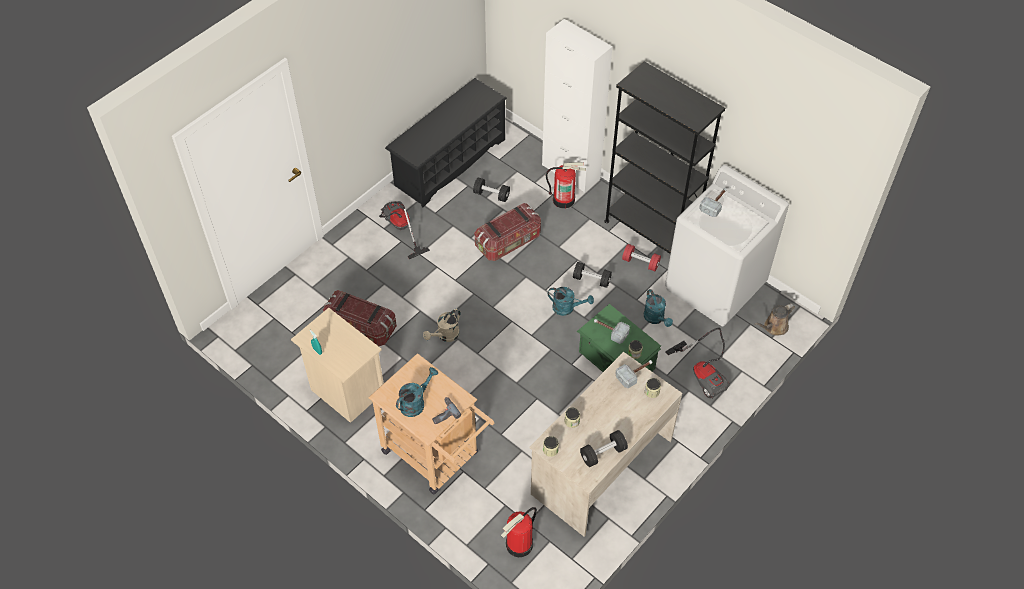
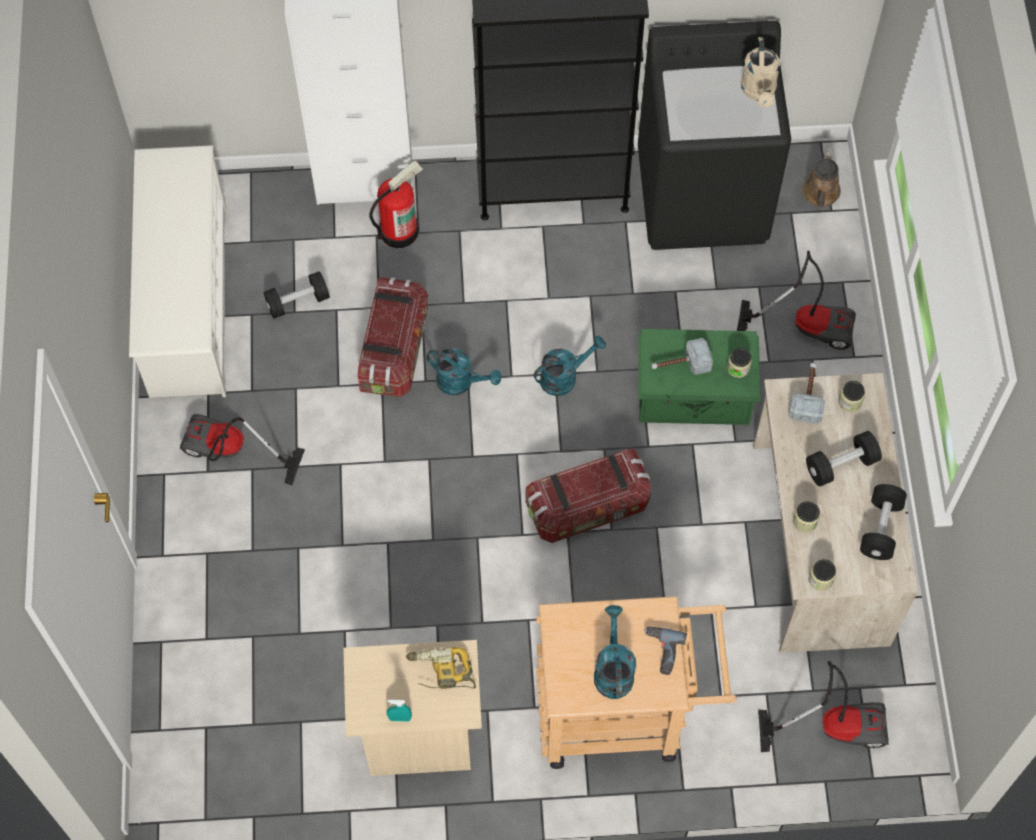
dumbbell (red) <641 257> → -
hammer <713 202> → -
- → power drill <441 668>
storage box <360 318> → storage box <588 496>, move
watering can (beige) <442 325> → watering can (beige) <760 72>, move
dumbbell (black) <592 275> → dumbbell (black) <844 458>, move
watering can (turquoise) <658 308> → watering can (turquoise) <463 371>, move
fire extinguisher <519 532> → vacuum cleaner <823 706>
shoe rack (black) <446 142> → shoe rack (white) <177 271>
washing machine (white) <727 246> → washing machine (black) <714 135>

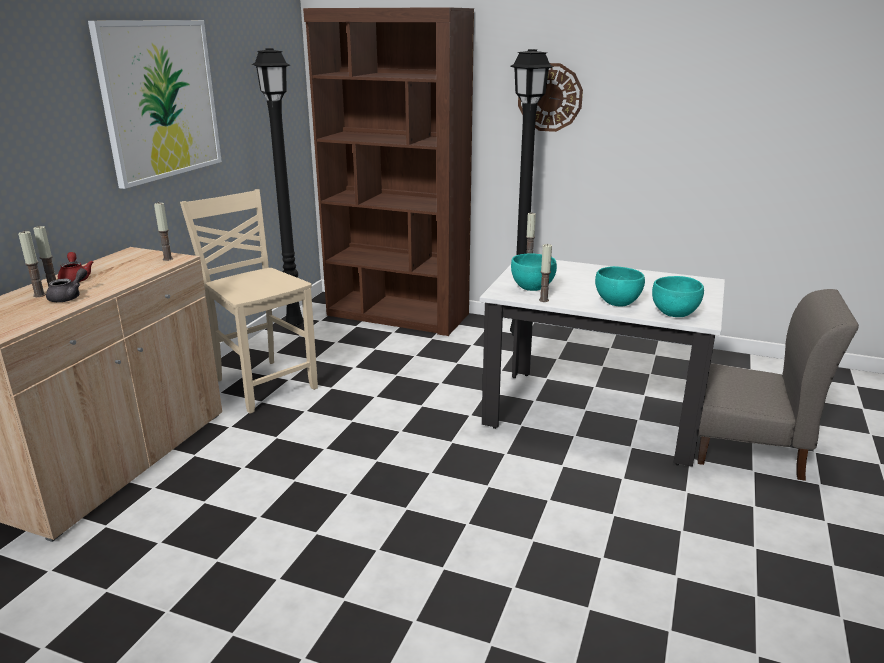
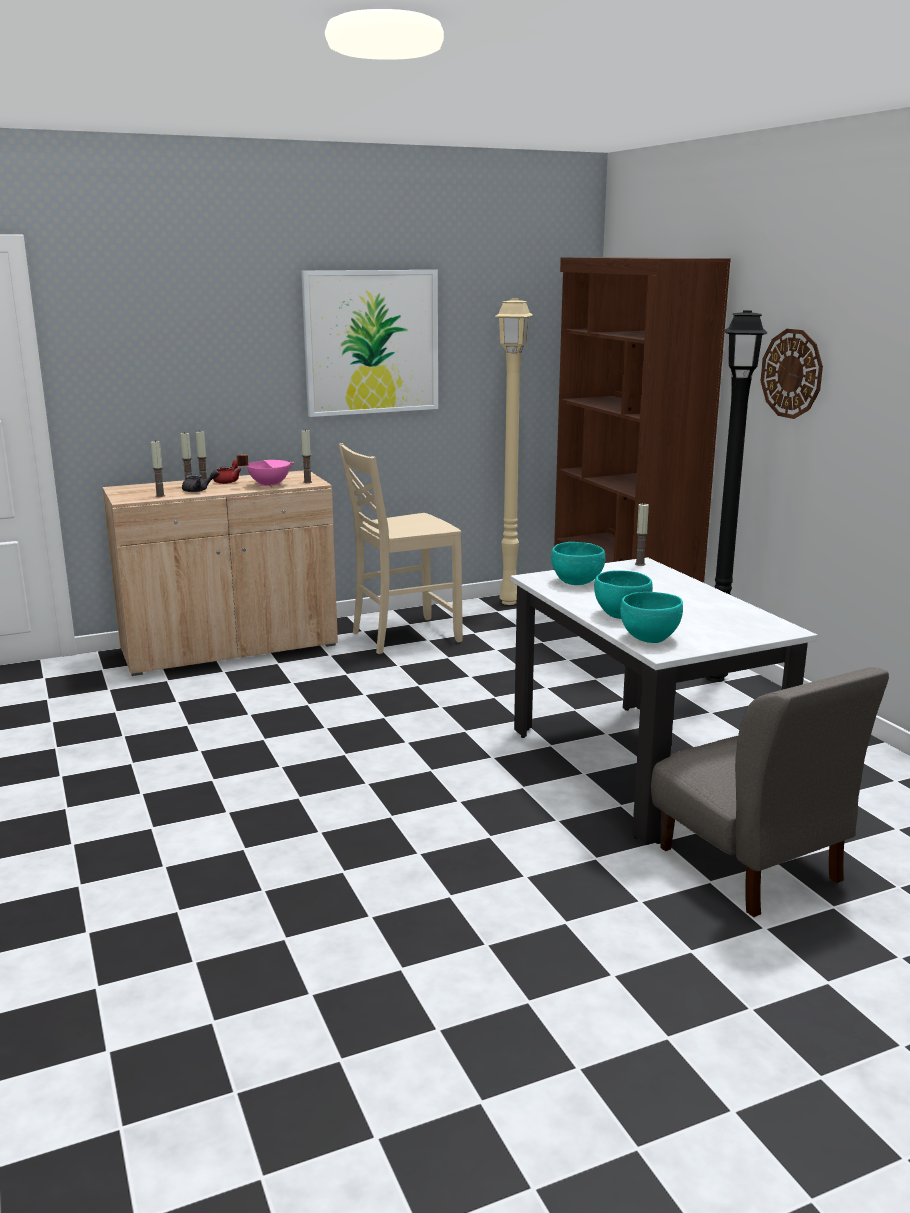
- → cooking pot (pink) <265 471>
candle <545 273> → candle <158 468>, move
floor lamp (black) <277 188> → floor lamp (beige) <514 452>
chair (beige) <249 301> → chair (beige) <401 548>, 120 degrees counterclockwise

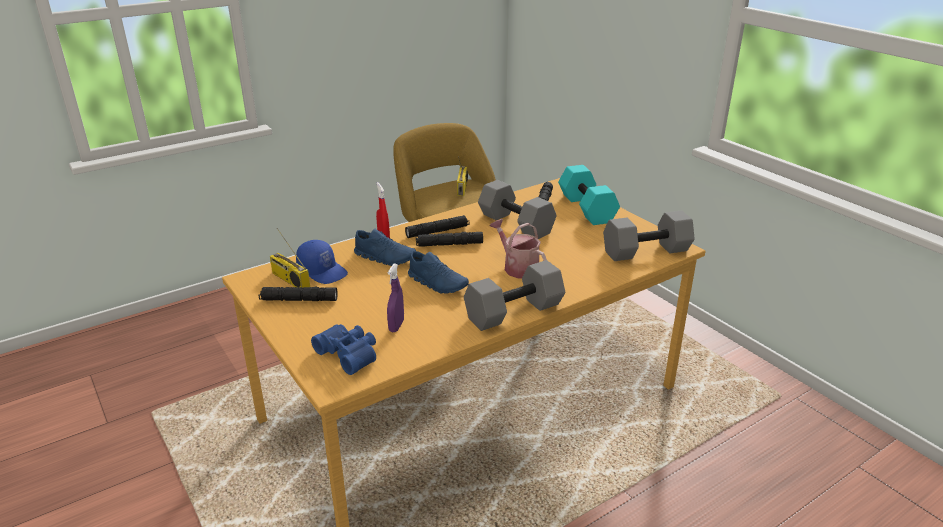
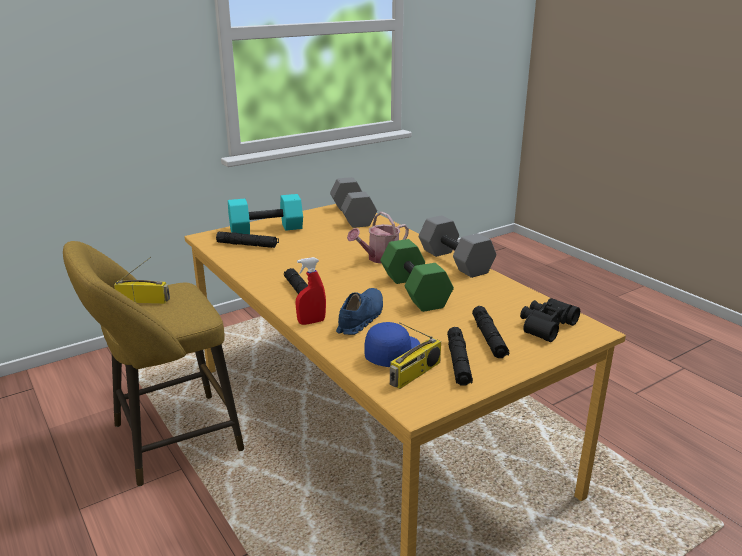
spray bottle (purple) <395 298> → -
dumbbell (grey) <517 209> → -
flashlight (black) <449 239> → flashlight (black) <490 332>, move
shoe (blue) <438 272> → dumbbell (green) <417 275>
binoculars (blue) <343 349> → binoculars (black) <550 320>

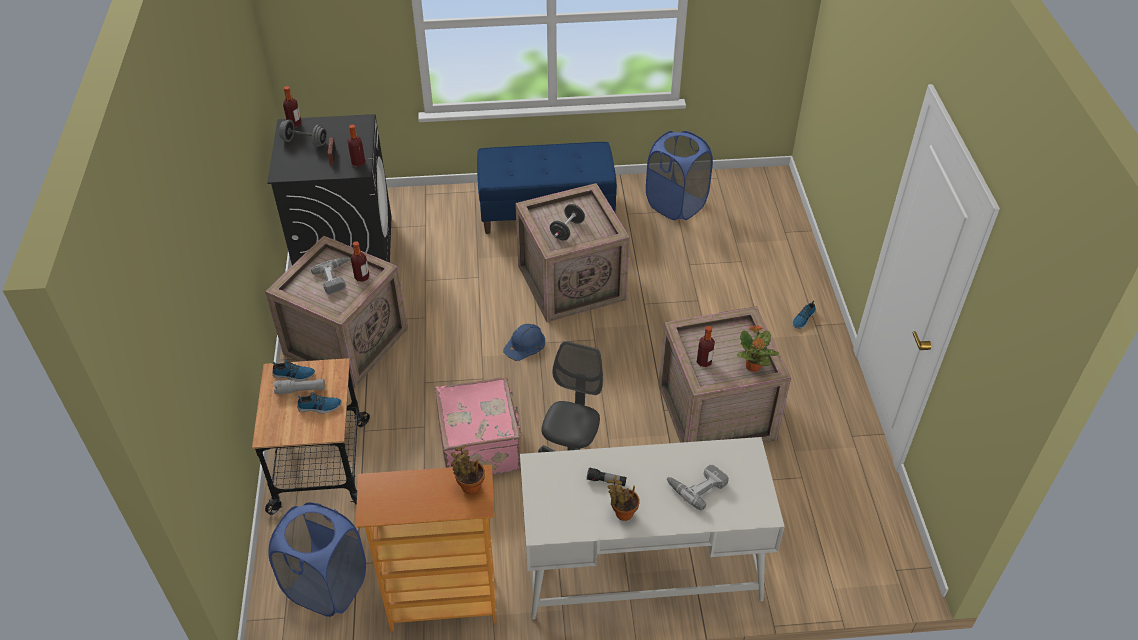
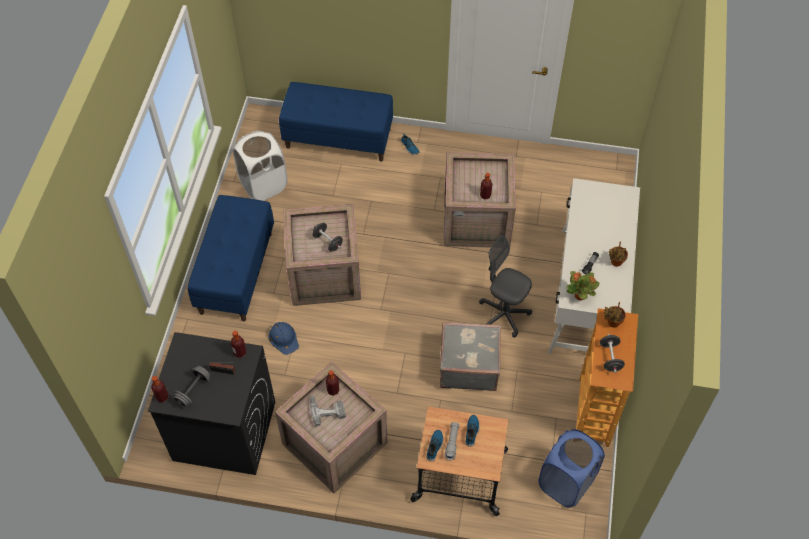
power drill <698 487> → -
- → bench (blue) <336 121>
- → dumbbell (black) <612 353>
hard hat (blue) <524 342> → hard hat (blue) <283 338>, move
potted plant <758 348> → potted plant <583 285>, move
suitcase (pink) <478 426> → suitcase (grey) <470 356>
laundry basket (blue) <679 175> → laundry basket (white) <260 166>

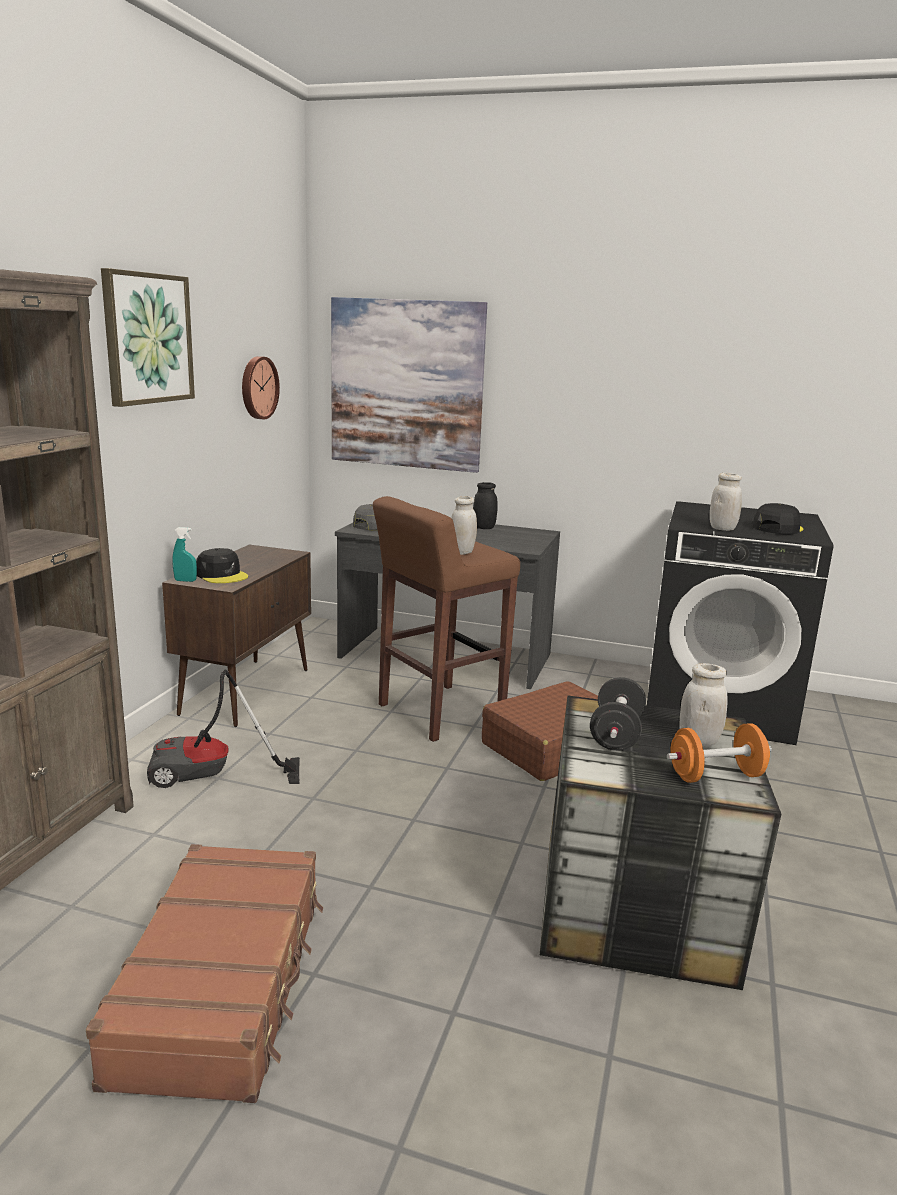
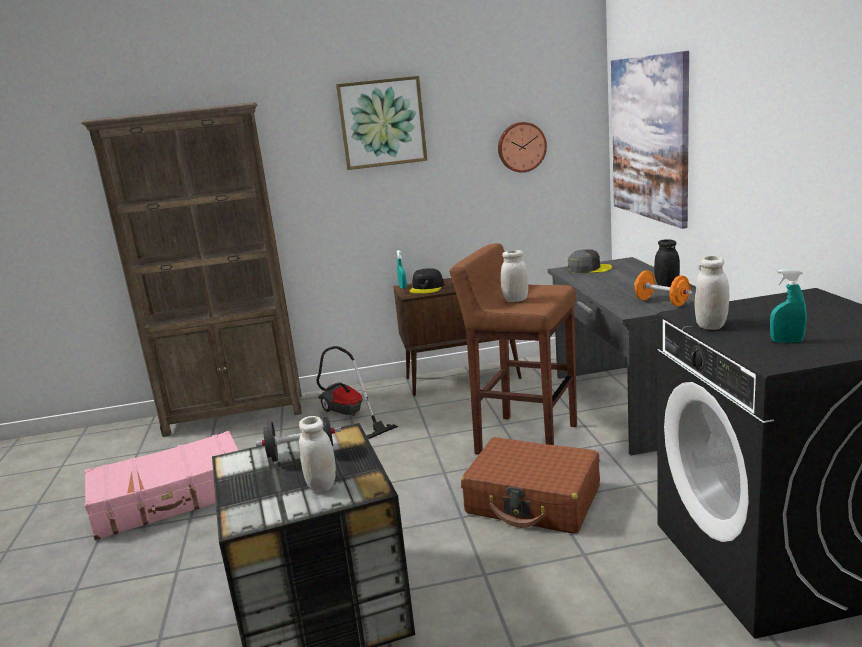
dumbbell (orange) <719 753> → dumbbell (orange) <663 288>, move
cap (black) <778 518> → spray bottle (turquoise) <788 306>
suitcase (brown) <204 973> → suitcase (pink) <162 485>

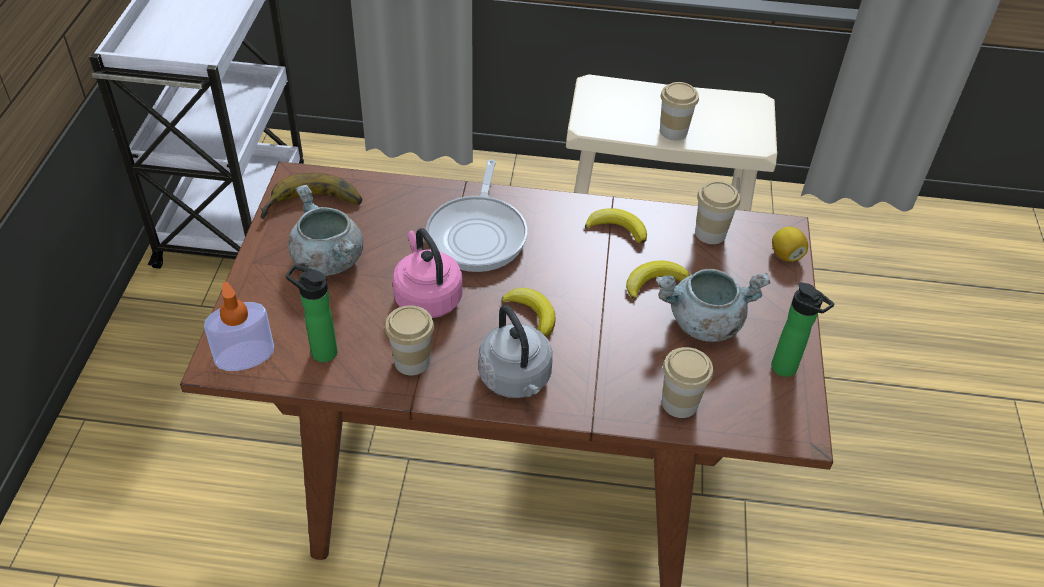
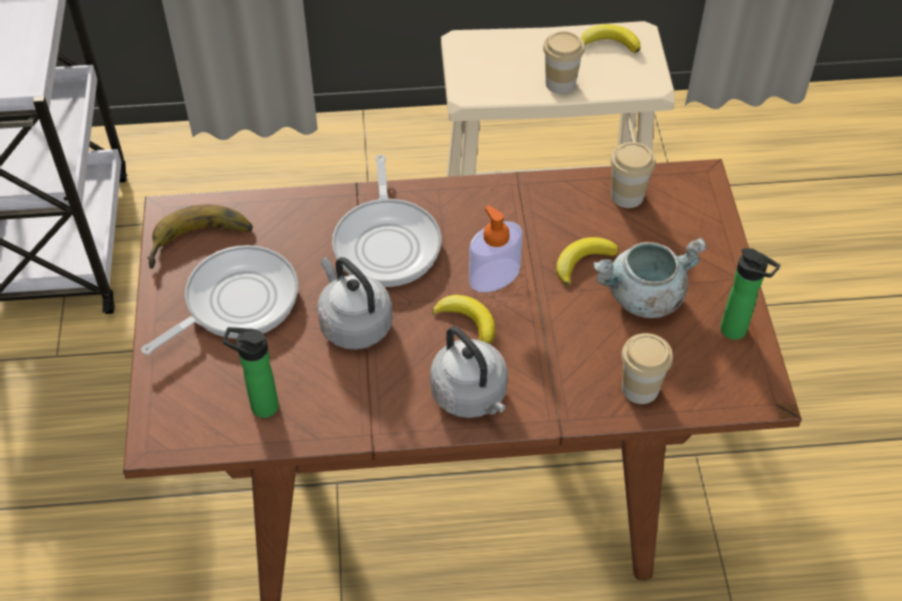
cup <409 340> → -
lemon <790 244> → -
soap dispenser <239 326> → soap dispenser <496 248>, move
banana <616 226> → banana <610 38>, move
cooking pot (grey) <325 230> → frying pan <219 300>
kettle (pink) <427 273> → kettle (grey) <355 303>

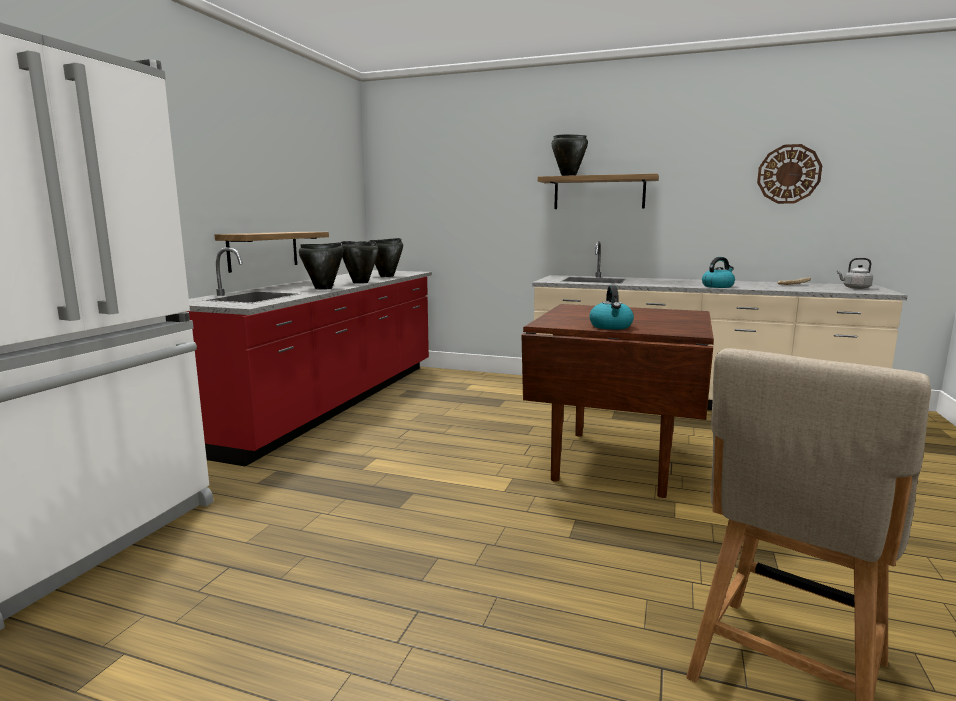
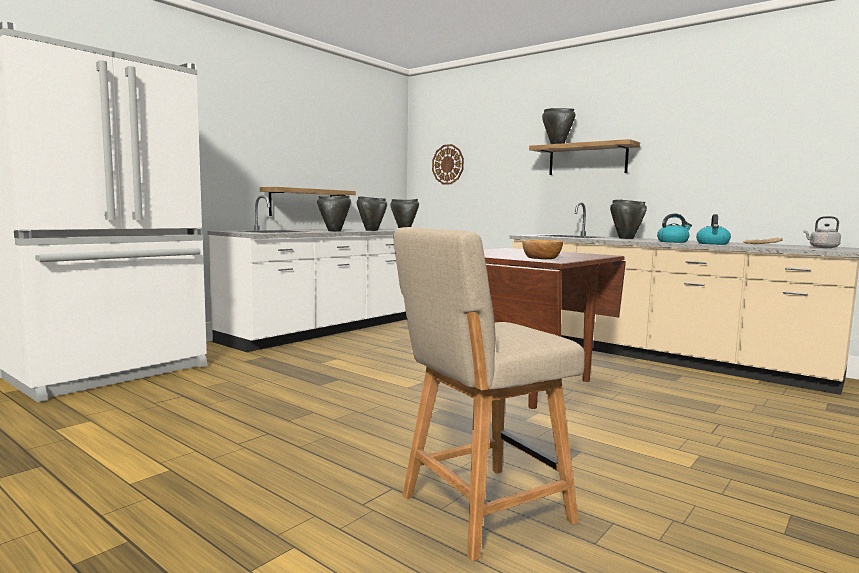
- → bowl <542 249>
- → cooking pot (black) <628 219>
kettle <611 307> → kettle <713 229>, move
wall clock <789 174> → wall clock <448 164>, move
counter (red) <310 357> → counter (white) <307 273>

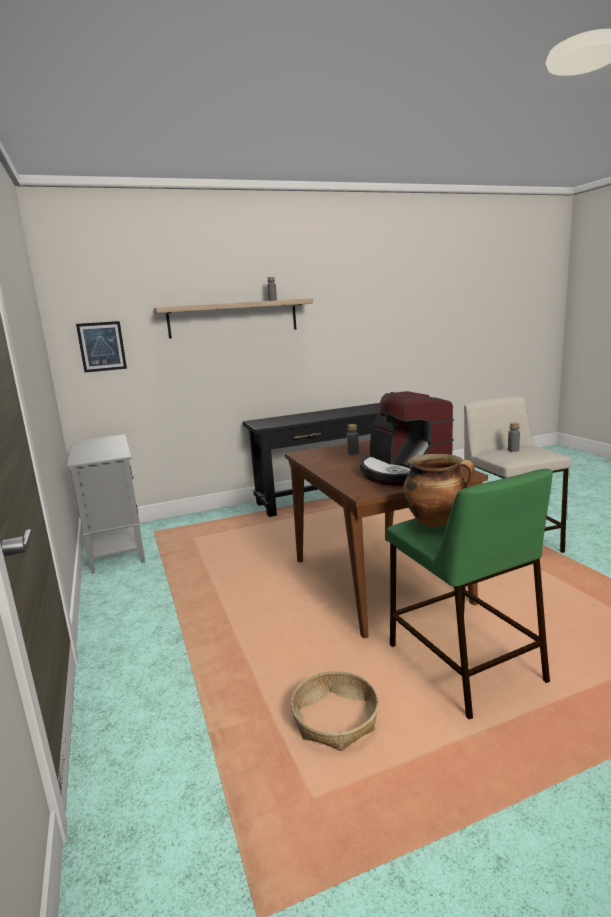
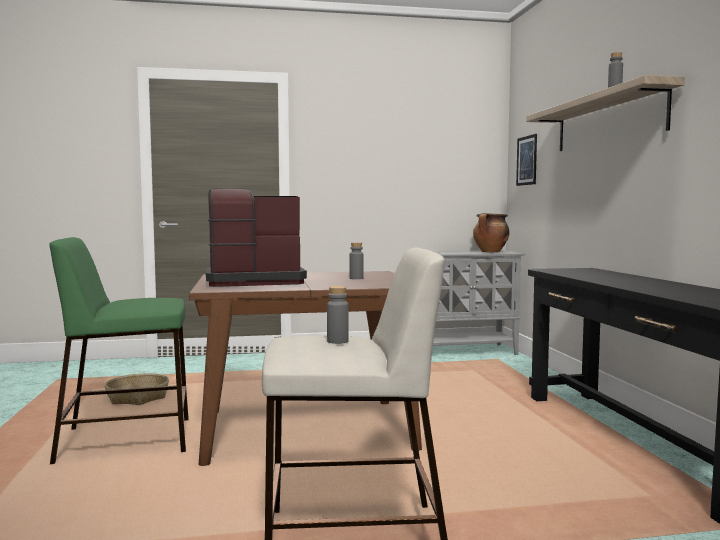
cooking pot <439 490> → cooking pot <491 232>, move

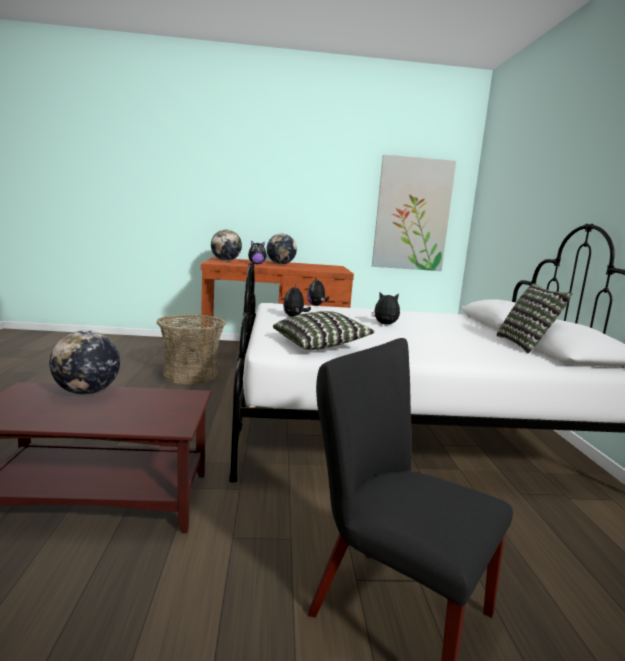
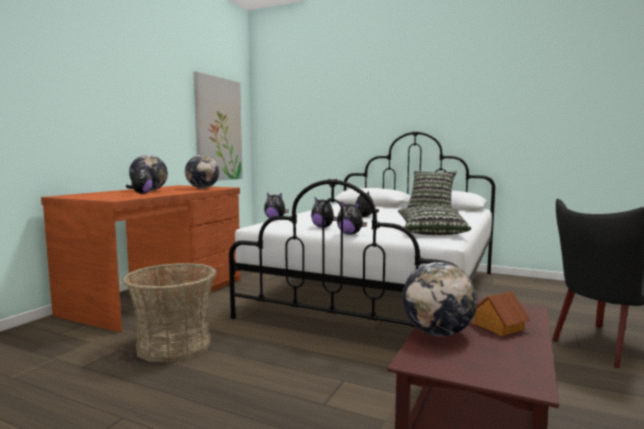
- → plush toy <352 218>
- → toy house <501 313>
globe <226 245> → globe <202 171>, move

